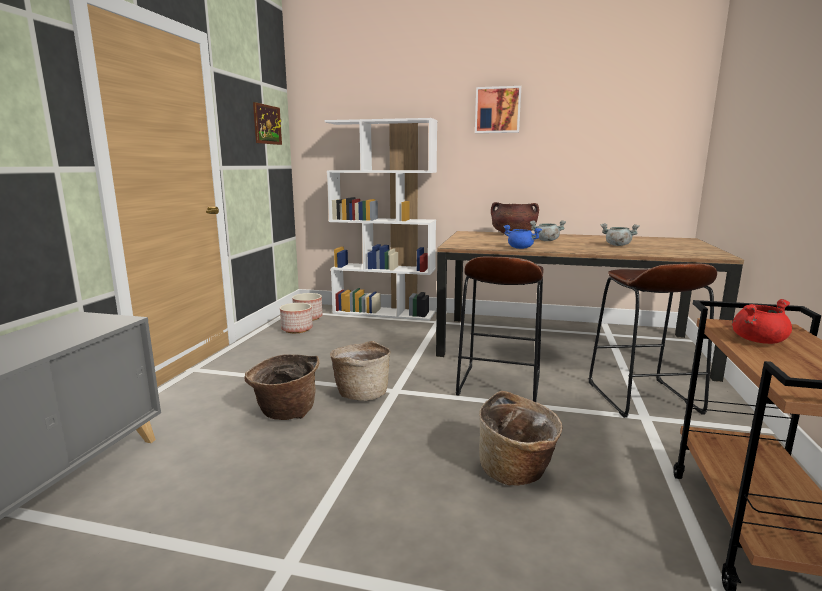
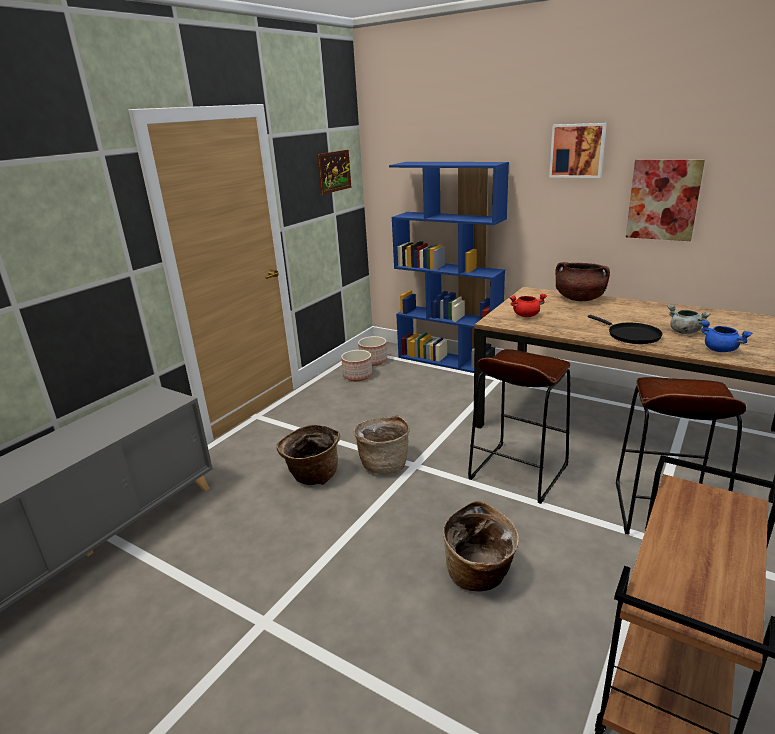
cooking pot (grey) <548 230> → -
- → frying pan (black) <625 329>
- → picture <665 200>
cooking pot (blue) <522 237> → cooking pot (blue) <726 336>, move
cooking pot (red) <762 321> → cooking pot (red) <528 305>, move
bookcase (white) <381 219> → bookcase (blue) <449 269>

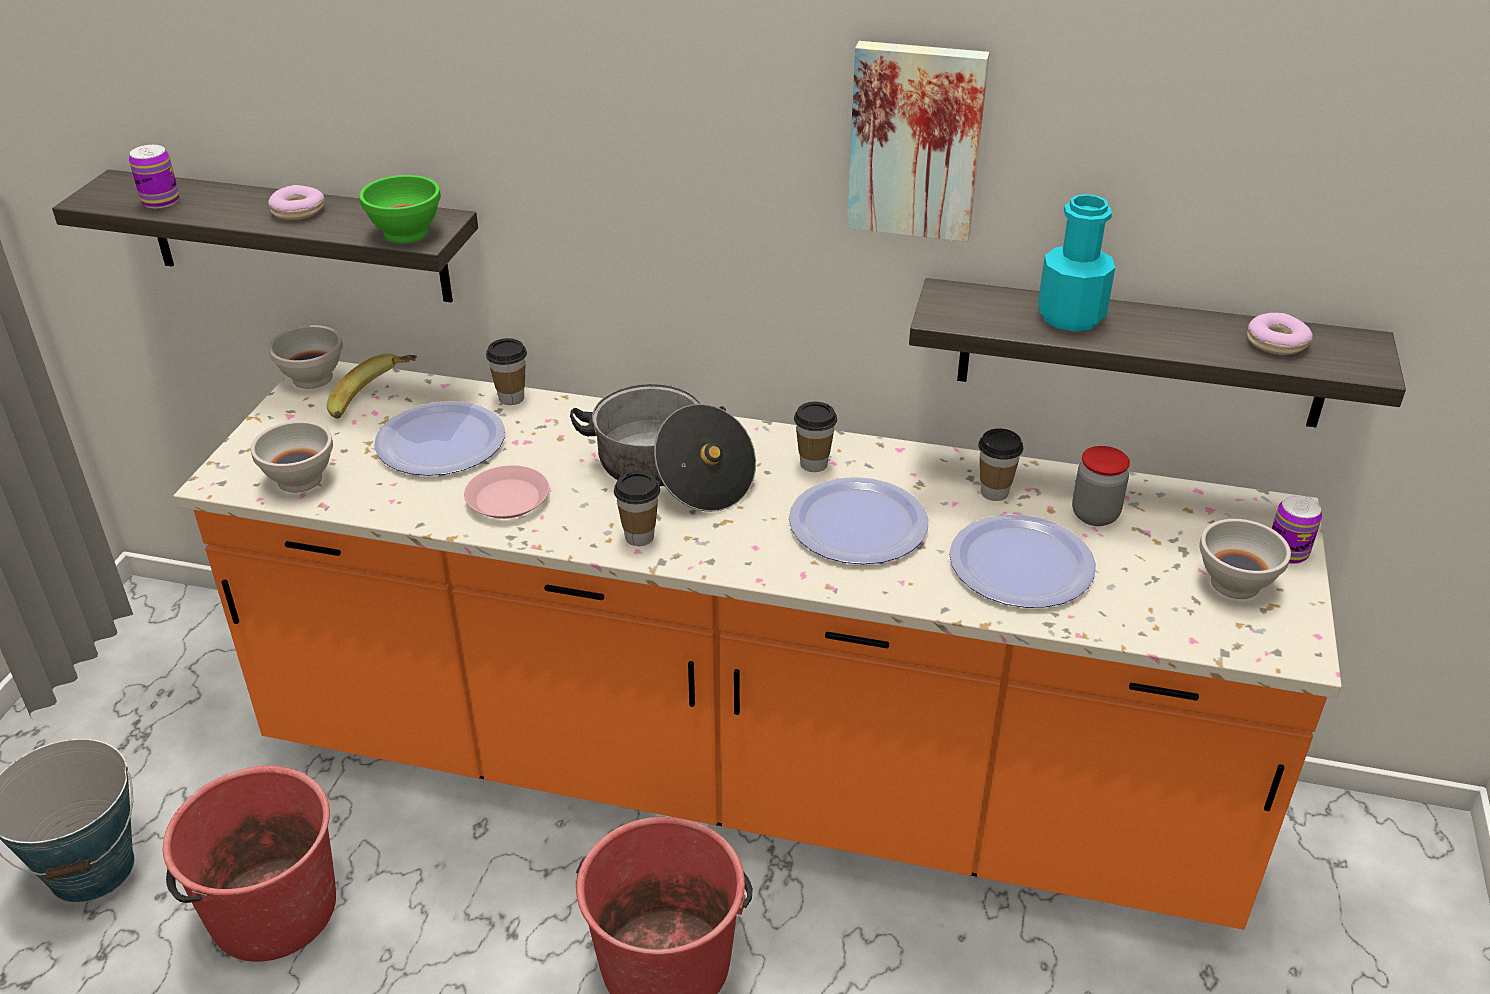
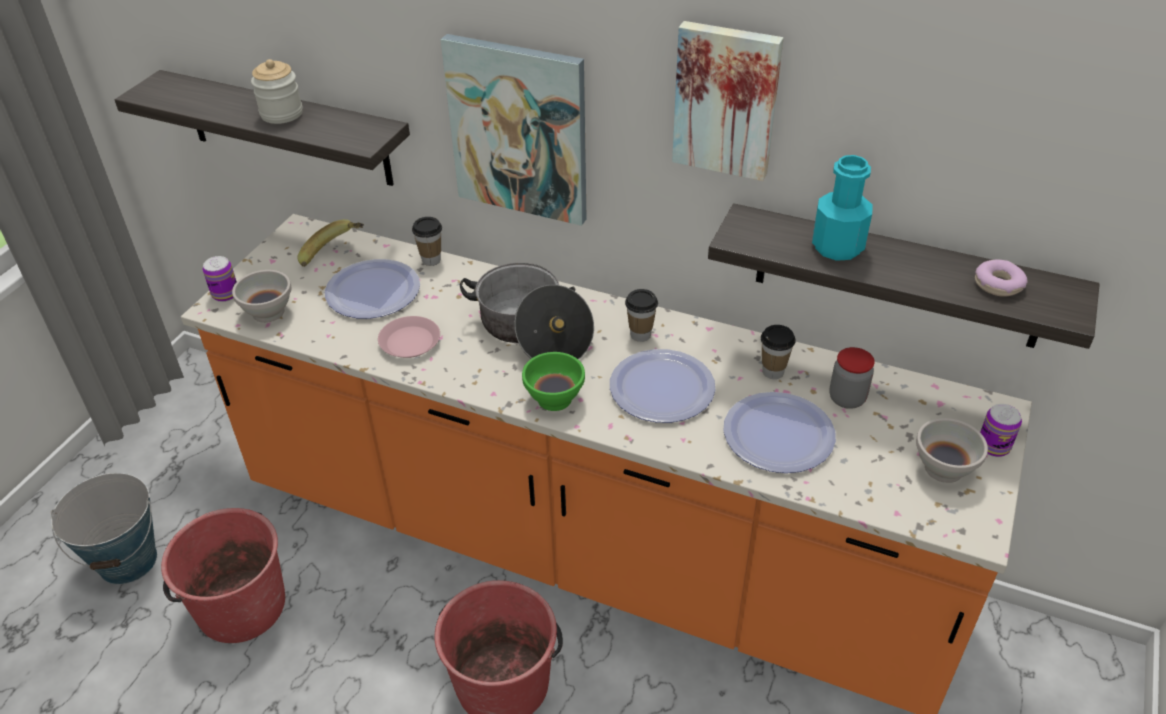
bowl (white) <306 357> → -
cup <637 508> → -
- → picture <514 130>
can <154 176> → can <220 279>, move
bowl (green) <400 209> → bowl (green) <553 381>, move
donut <296 202> → jar <277 91>

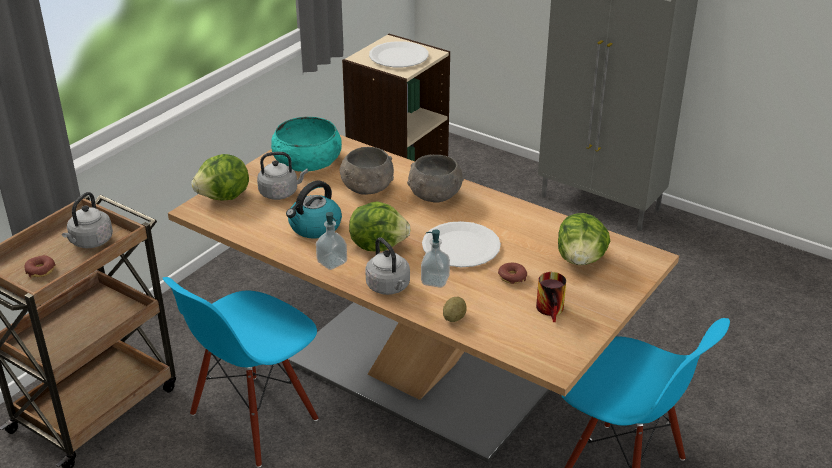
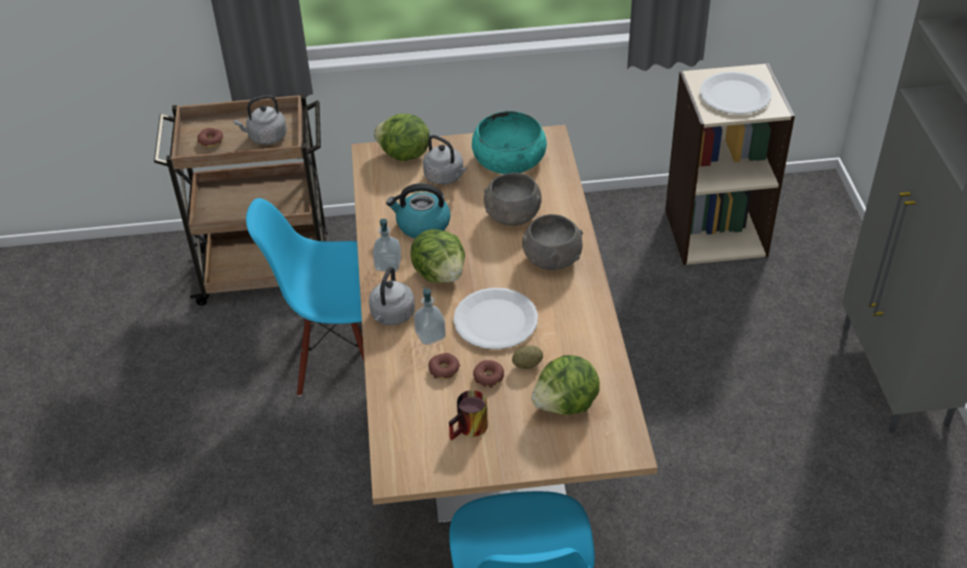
- → donut <444 366>
potato <455 309> → potato <527 357>, move

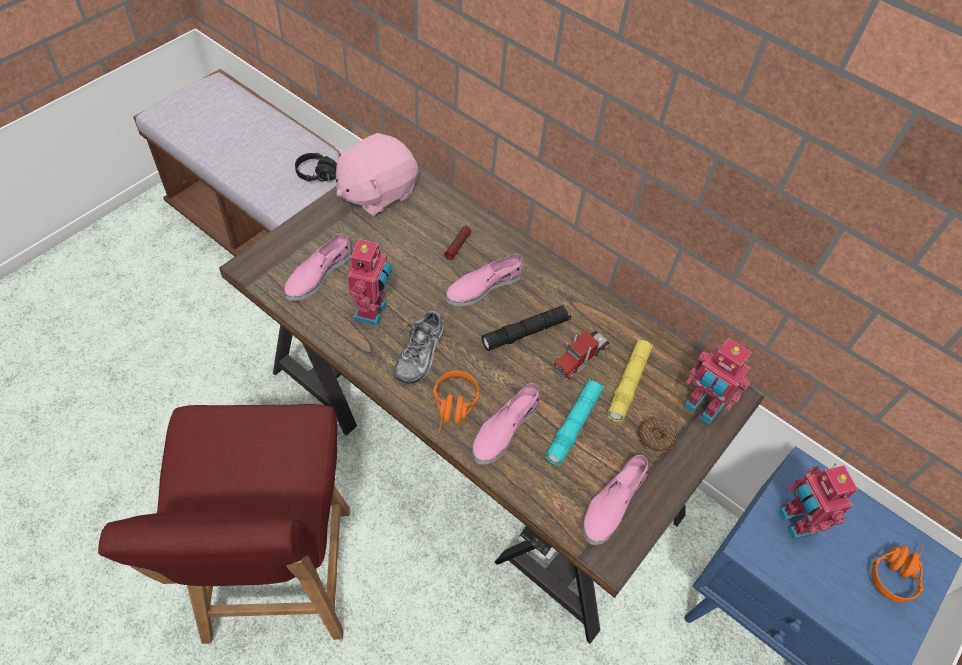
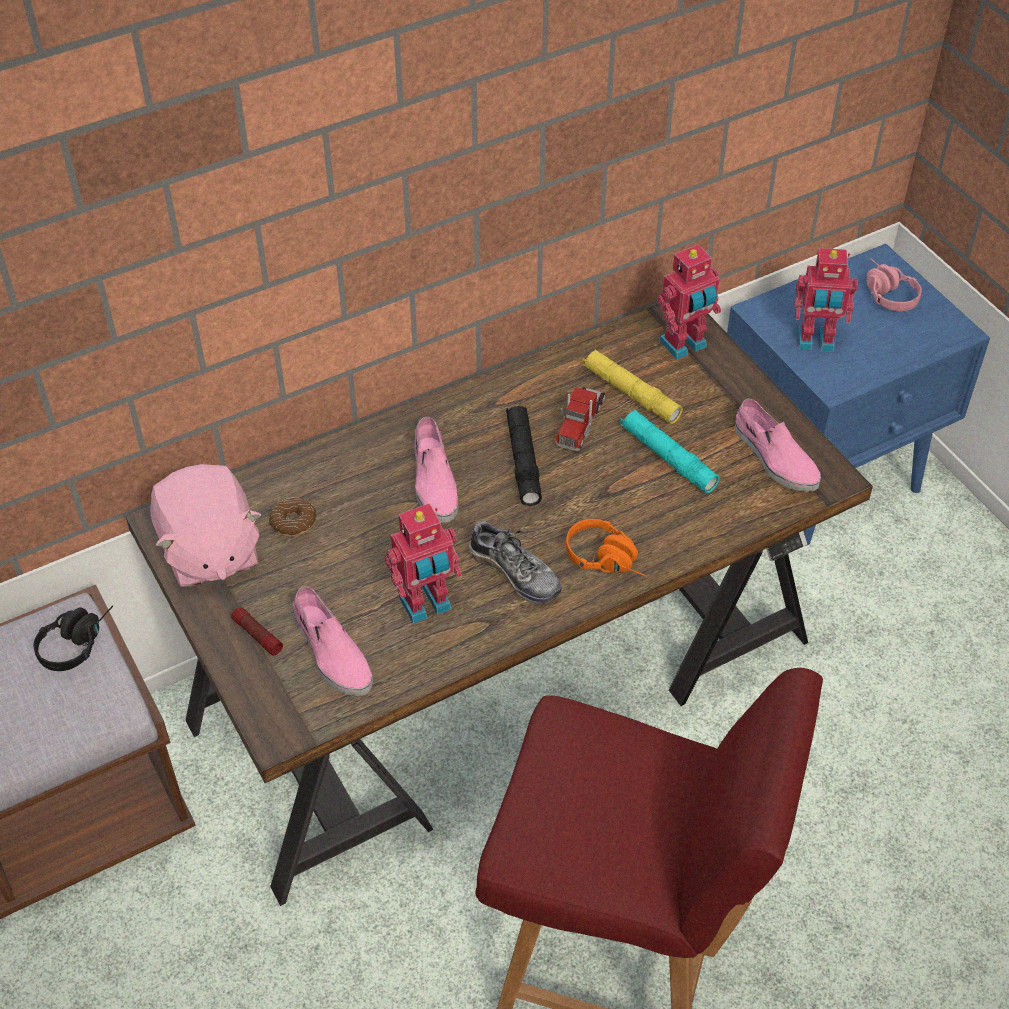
shoe (pink) <506 424> → -
flashlight <457 243> → flashlight <257 631>, move
donut <657 435> → donut <293 517>, move
headphones (orange) <898 574> → headphones (pink) <894 284>
toy robot <369 281> → toy robot <423 563>, 120 degrees clockwise
toy truck <581 355> → toy truck <580 419>, 45 degrees clockwise

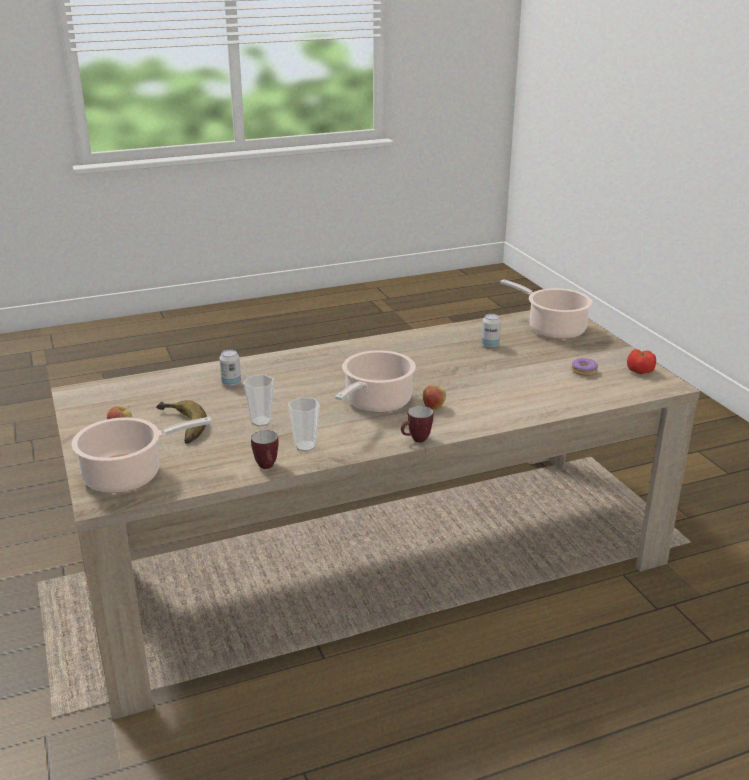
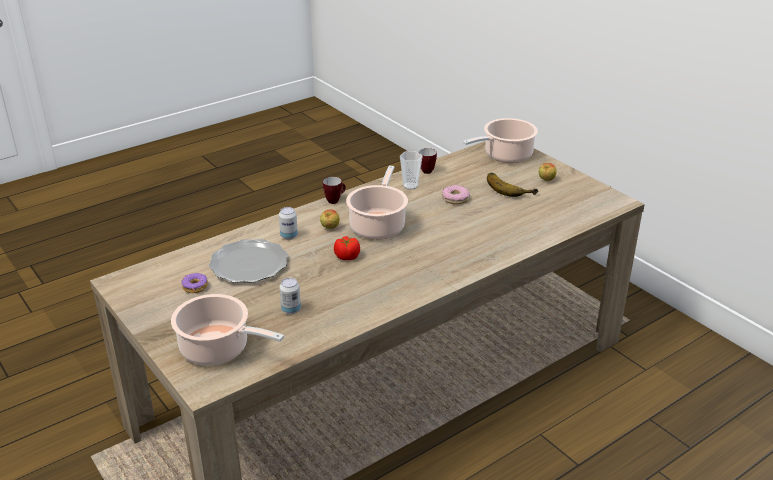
- → plate <248 261>
can <230 368> → can <288 223>, move
tomato <641 361> → tomato <347 248>, move
cup <258 400> → donut <456 194>

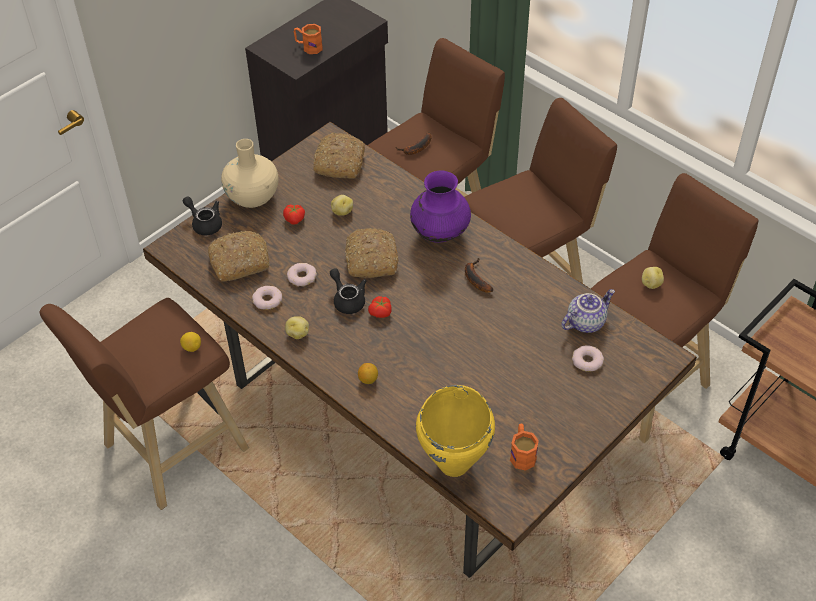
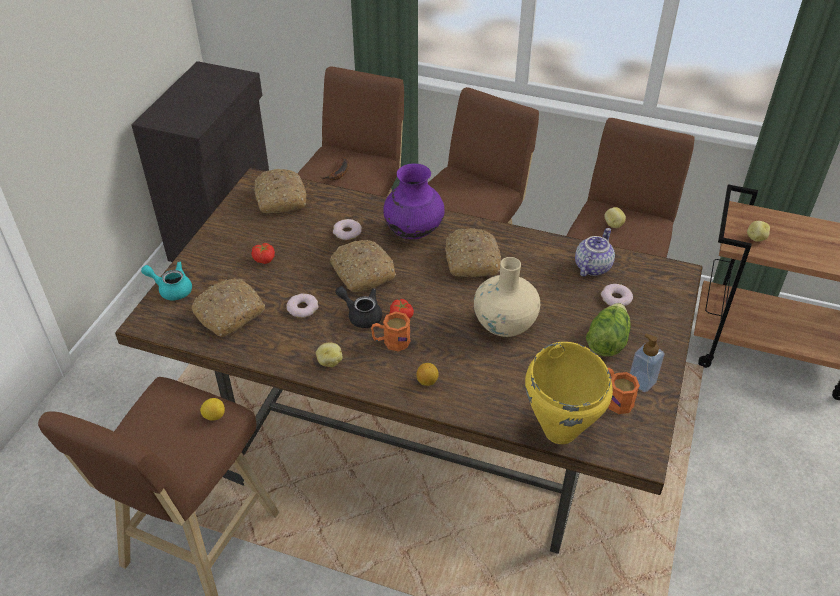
- → lettuce <608 330>
- → soap dispenser <647 362>
vase (beige) <250 173> → vase (beige) <507 297>, move
donut <267 298> → donut <347 229>, move
mug (orange) <308 39> → mug (orange) <391 331>, move
potato <342 205> → potato <758 231>, move
banana <479 275> → bread <473 252>
teapot (black) <202 215> → teapot (turquoise) <166 280>

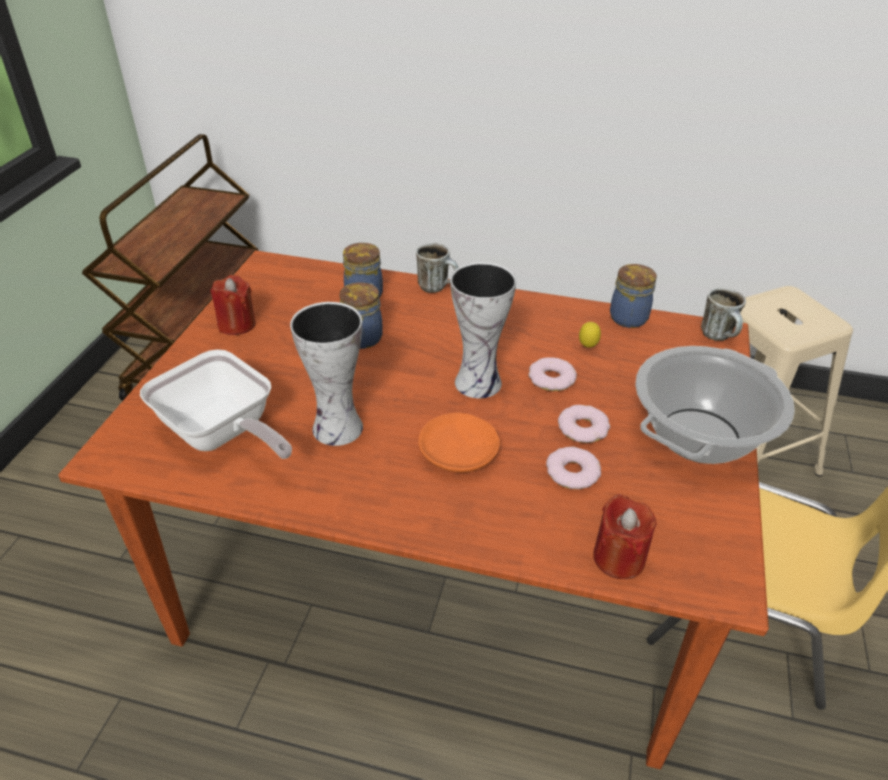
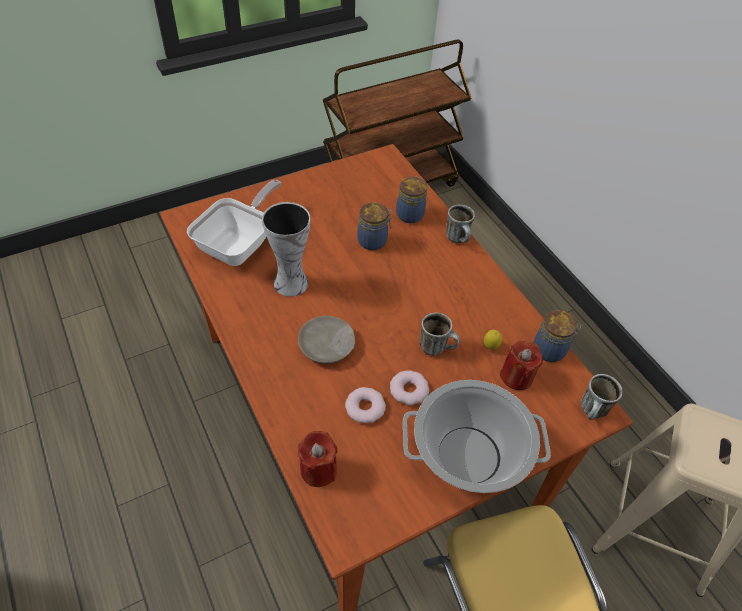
vase <483 330> → -
candle (red) <233 305> → candle (red) <521 365>, move
donut <553 374> → mug <440 334>
plate (orange) <459 442> → plate (beige) <326 340>
frying pan <216 404> → frying pan <234 223>, 150 degrees counterclockwise

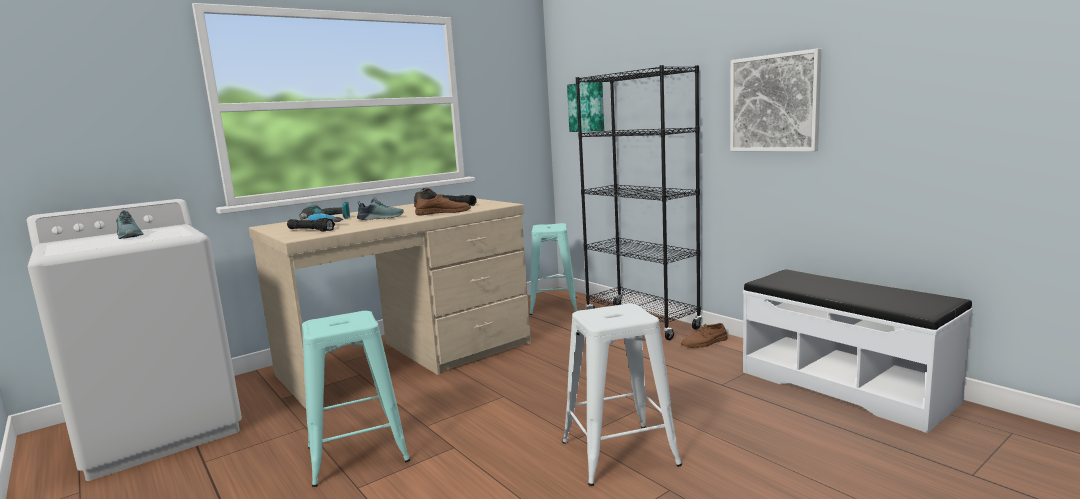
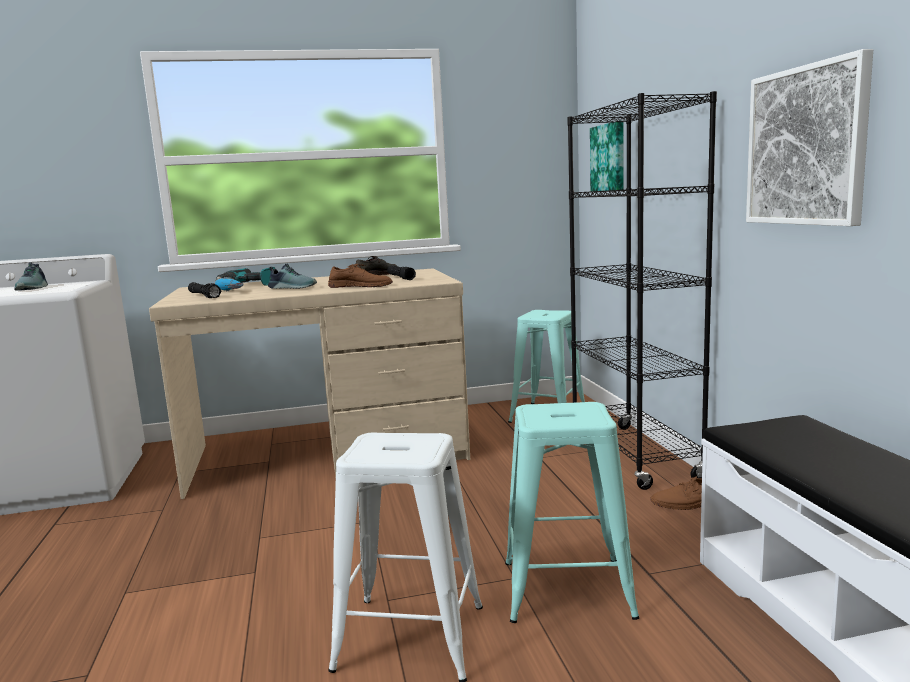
stool (turquoise) <356 399> → stool (turquoise) <572 512>, move

